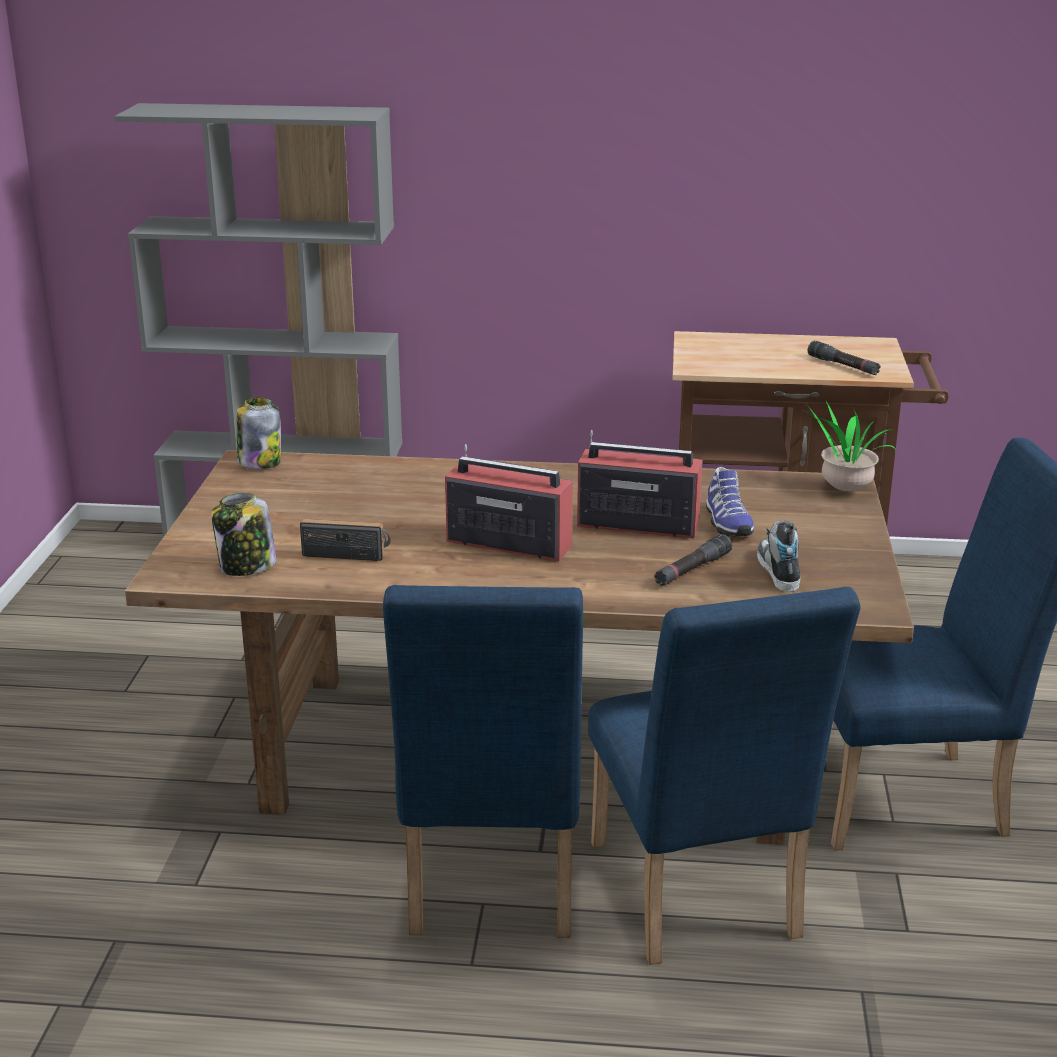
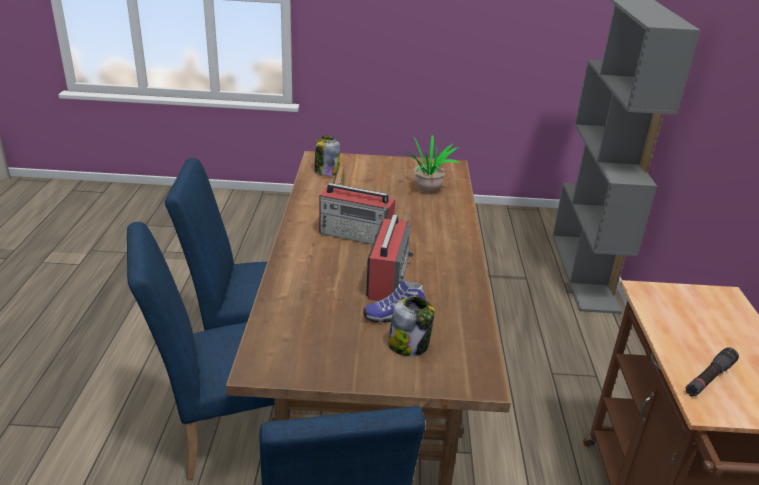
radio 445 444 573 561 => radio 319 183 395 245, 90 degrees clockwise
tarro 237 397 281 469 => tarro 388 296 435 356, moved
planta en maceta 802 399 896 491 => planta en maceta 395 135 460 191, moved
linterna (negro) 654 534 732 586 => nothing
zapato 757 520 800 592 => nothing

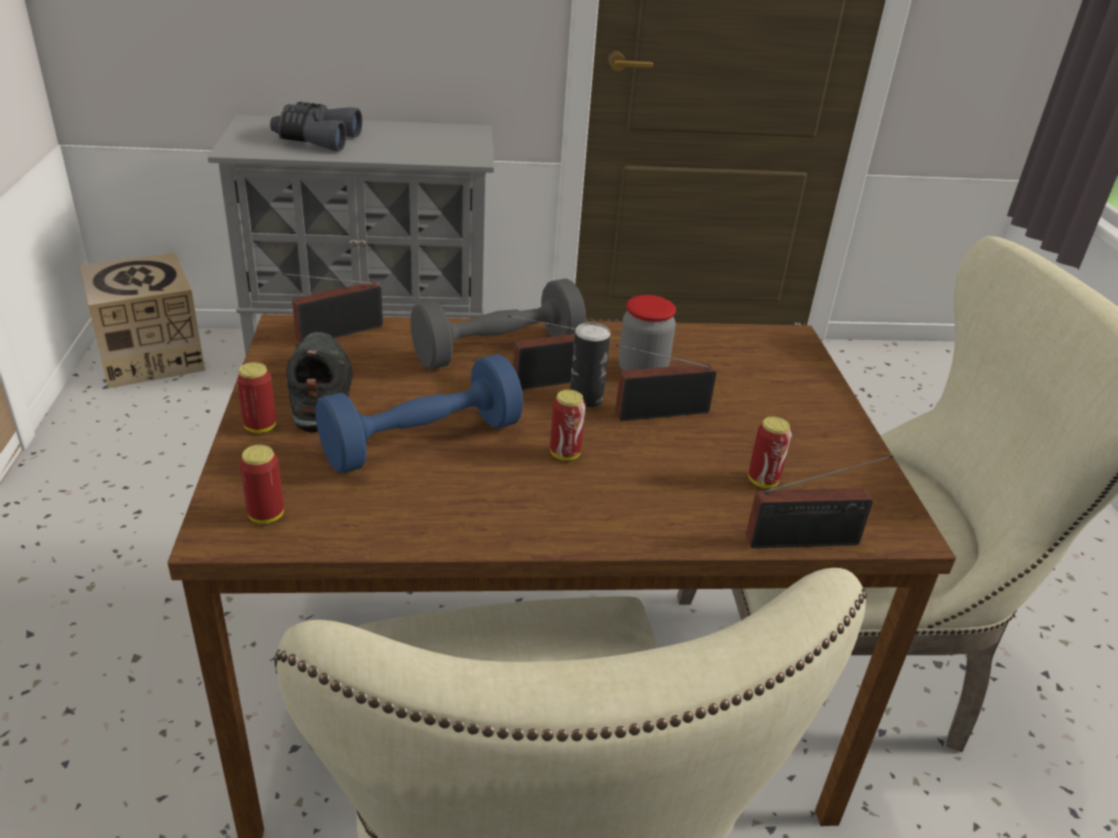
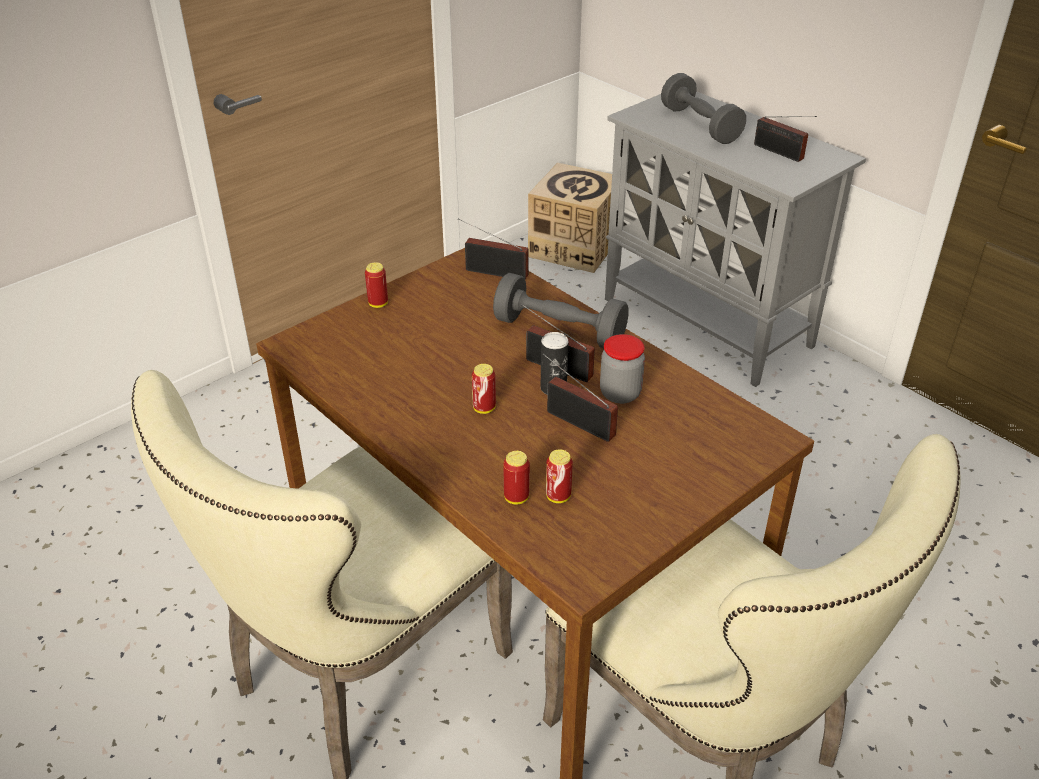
lata 240 445 284 524 => lata 503 451 530 504, moved
prismáticos (gris) 270 102 362 151 => mancuerna (gris) 661 73 746 144
radio 746 455 893 548 => radio 754 116 817 162, moved
zapato (negro) 286 332 353 432 => nothing
mancuerna (azul) 316 354 523 473 => nothing

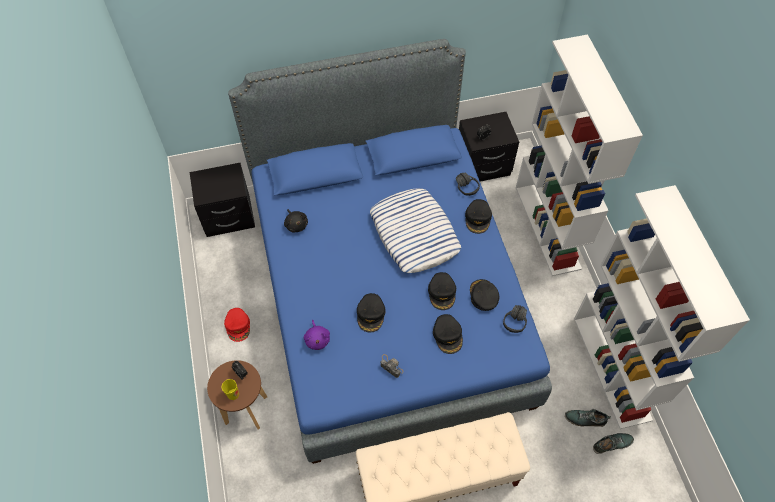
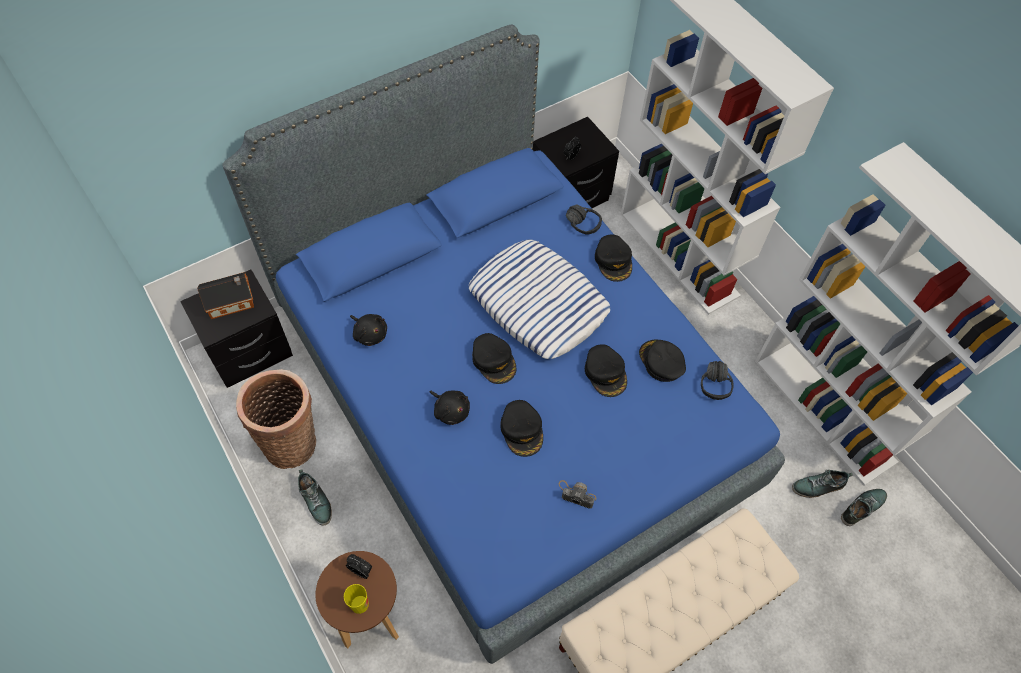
nothing => casita 197 272 254 319
nothing => cesta 236 369 316 469
gorra (rojo) 224 308 250 342 => zapato 298 469 332 526
nothing => peluche (negro) 429 390 470 425
gorra (negro) 433 314 463 354 => gorra (negro) 472 333 516 384, moved
peluche (morado) 304 320 330 350 => nothing

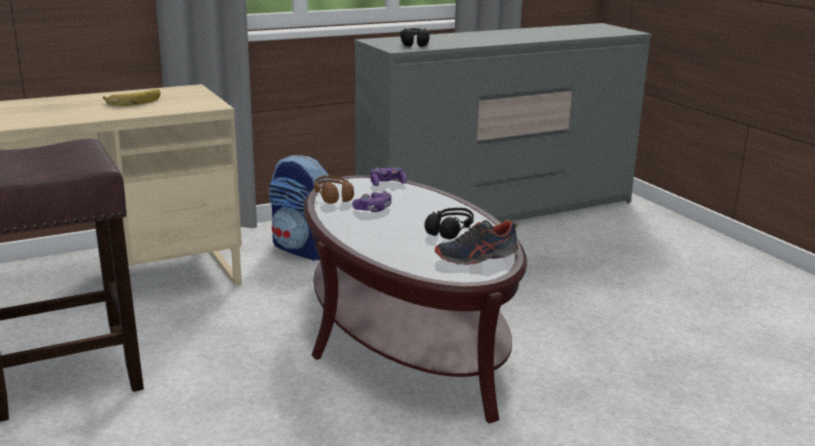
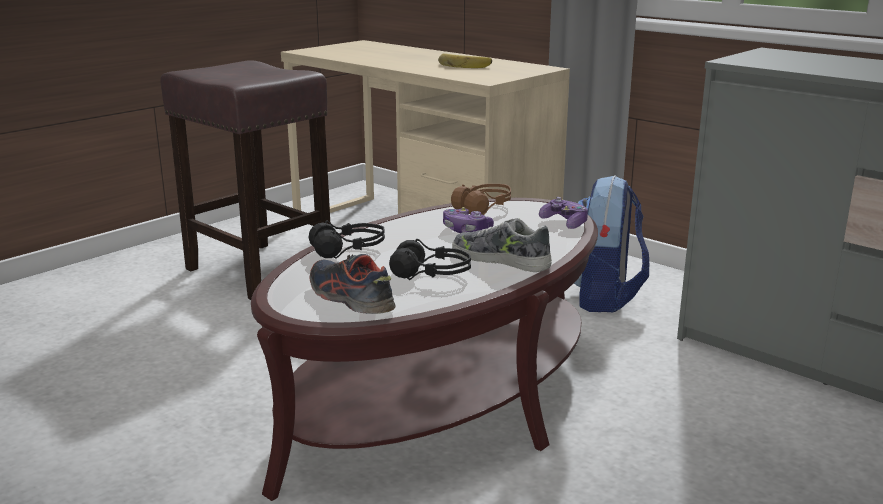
auriculares (negro) 401 28 430 47 => auriculares (negro) 309 220 385 258, moved
nothing => zapato 452 218 552 272

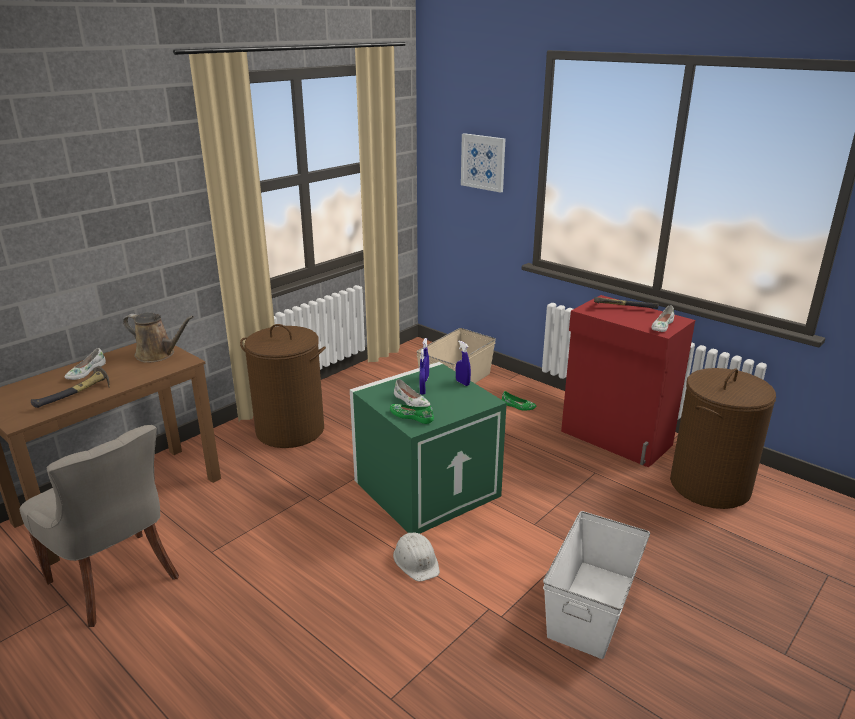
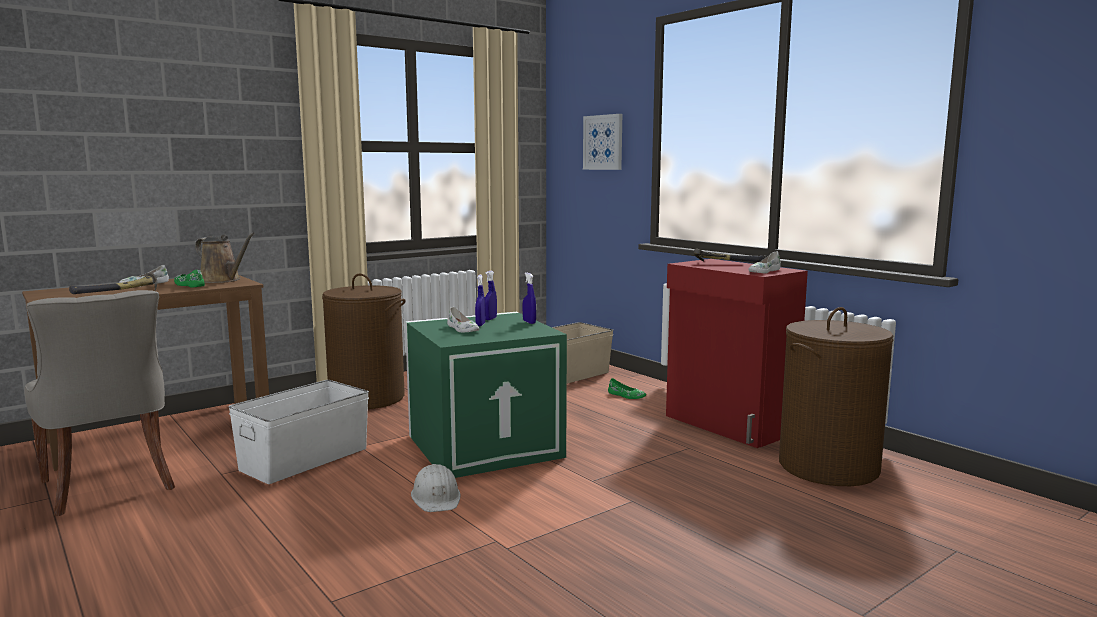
zapato (verde) 390 404 434 424 => zapato (verde) 174 270 205 288, moved
caja de almacenaje (blanco) 543 511 650 659 => caja de almacenaje (blanco) 228 380 369 484, moved

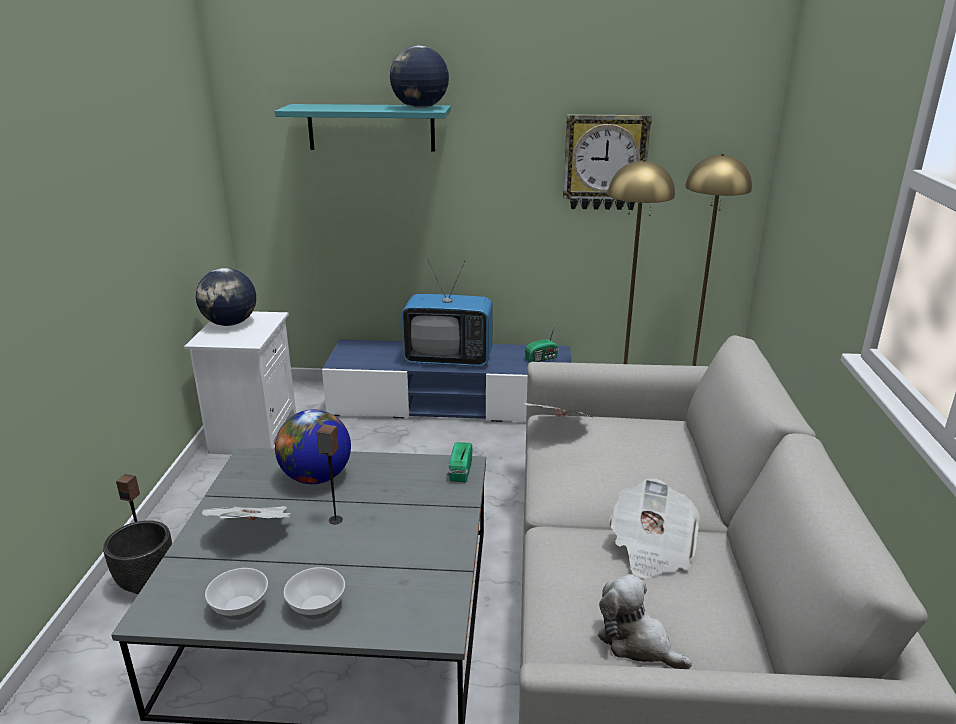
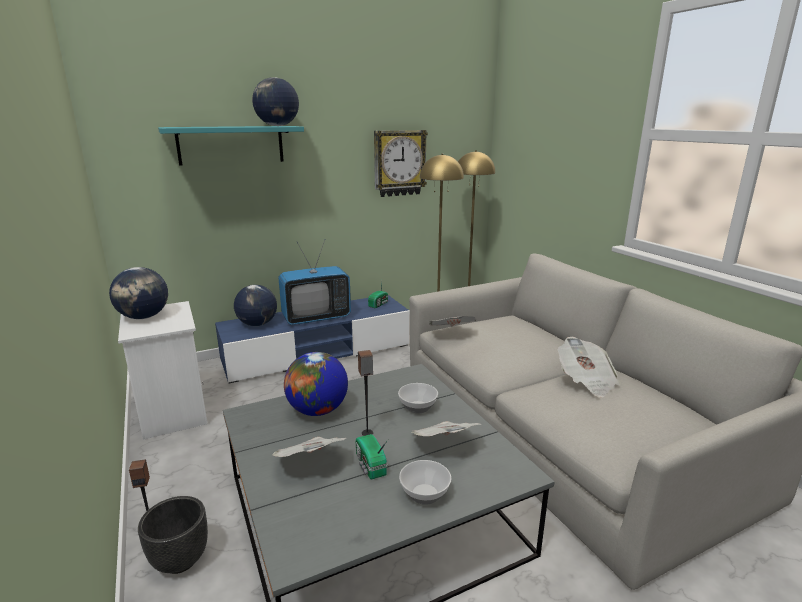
nothing => globo terráqueo 234 285 277 326
radio 447 442 472 482 => radio 356 434 388 479, moved
cuenco 205 568 268 620 => cuenco 398 383 438 413, moved
nothing => periódico 411 421 481 436
peluche 598 574 692 669 => nothing

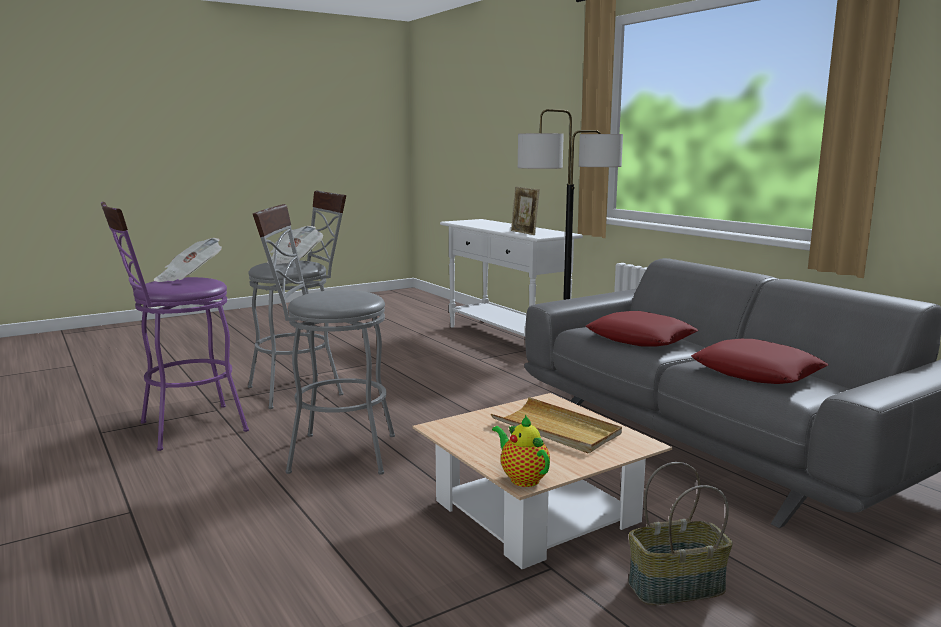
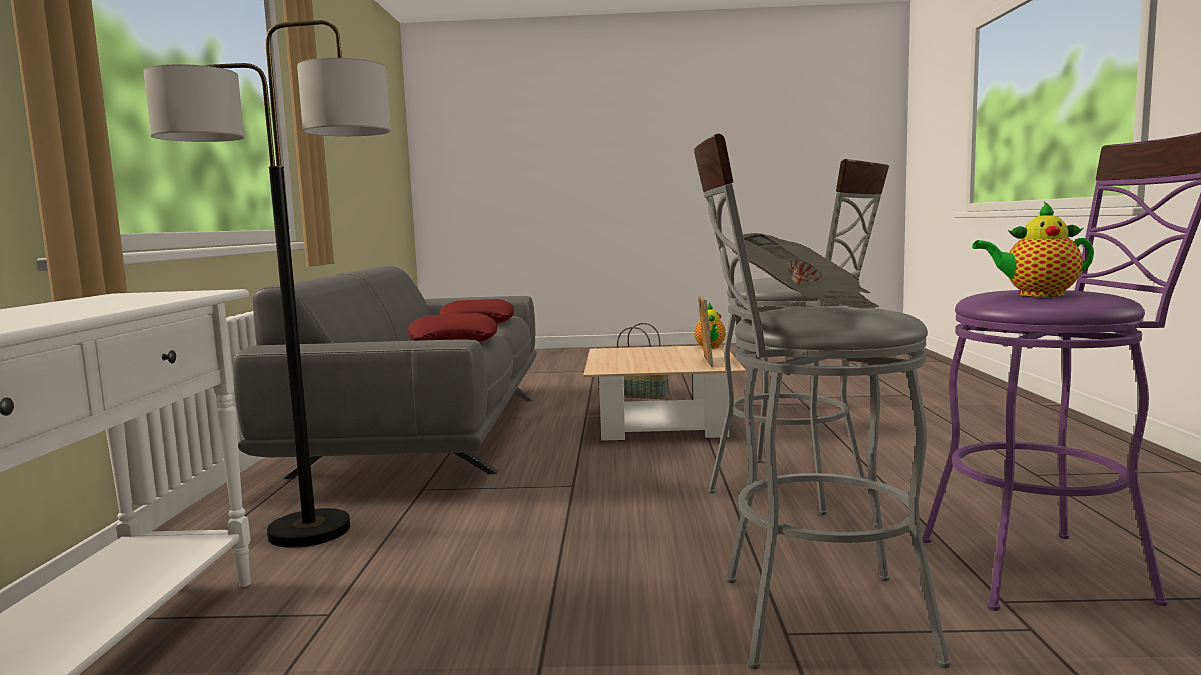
portarretratos 511 186 540 235 => portarretratos 698 296 714 367, moved
periódico 154 238 222 282 => tetera 972 202 1094 297
bandeja (beis) 491 397 622 453 => nothing

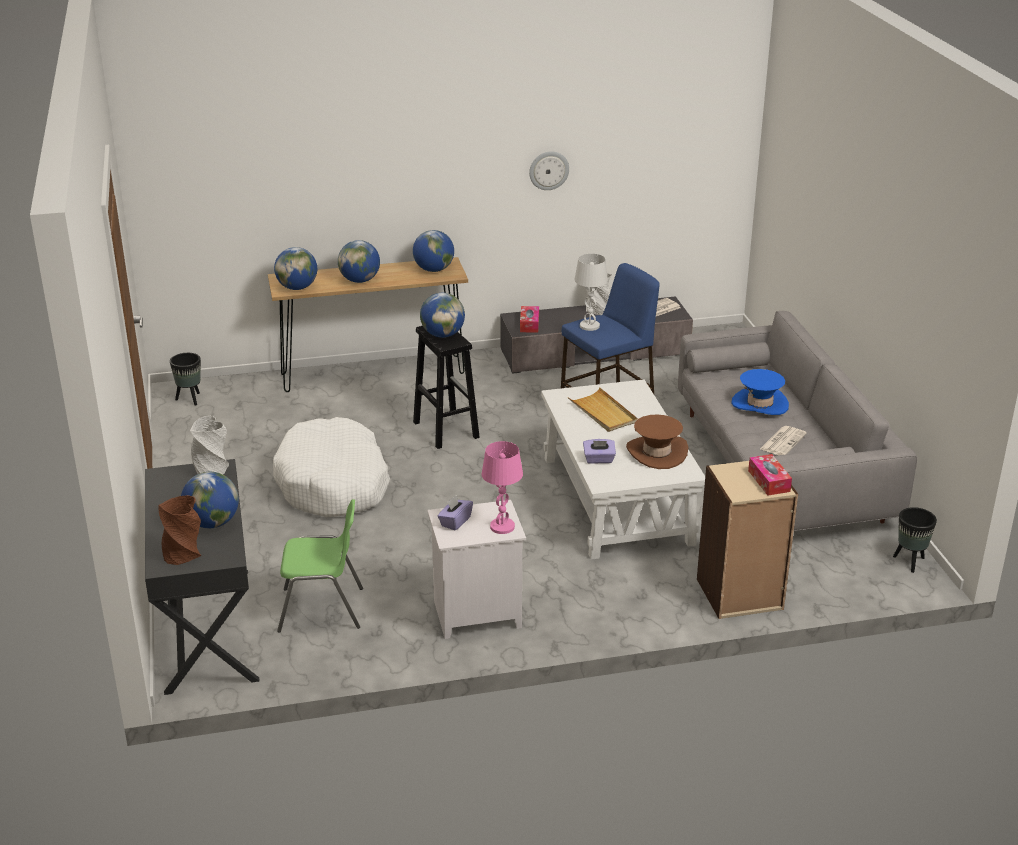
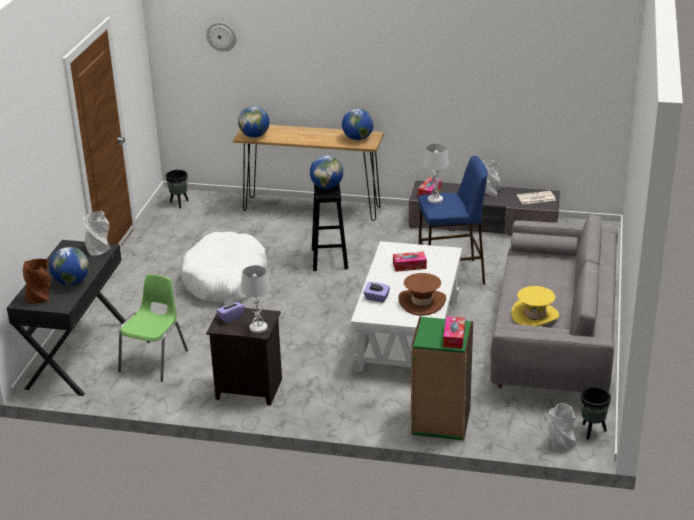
silla (verde) 277 499 363 632 => silla (verde) 118 274 188 382, 90 degrees counterclockwise
reloj de pared 529 151 569 190 => reloj de pared 206 22 236 51, moved
mesita de noche (blanco) 427 500 526 639 => mesita de noche (negro) 206 306 282 406
lámpara de mesa (rosa) 481 441 523 534 => lámpara de mesa (blanco) 241 265 271 333
bandeja (beis) 568 387 638 432 => caja de pañuelos 393 252 427 272
estantería (beis) 697 461 798 619 => estantería (verde) 411 316 473 441
periódico 760 426 807 455 => sombrero (amarillo) 511 286 559 326
nothing => florero (gris) 548 403 576 452
globo terráqueo 338 240 380 283 => nothing
sombrero (azul) 731 369 789 415 => nothing

